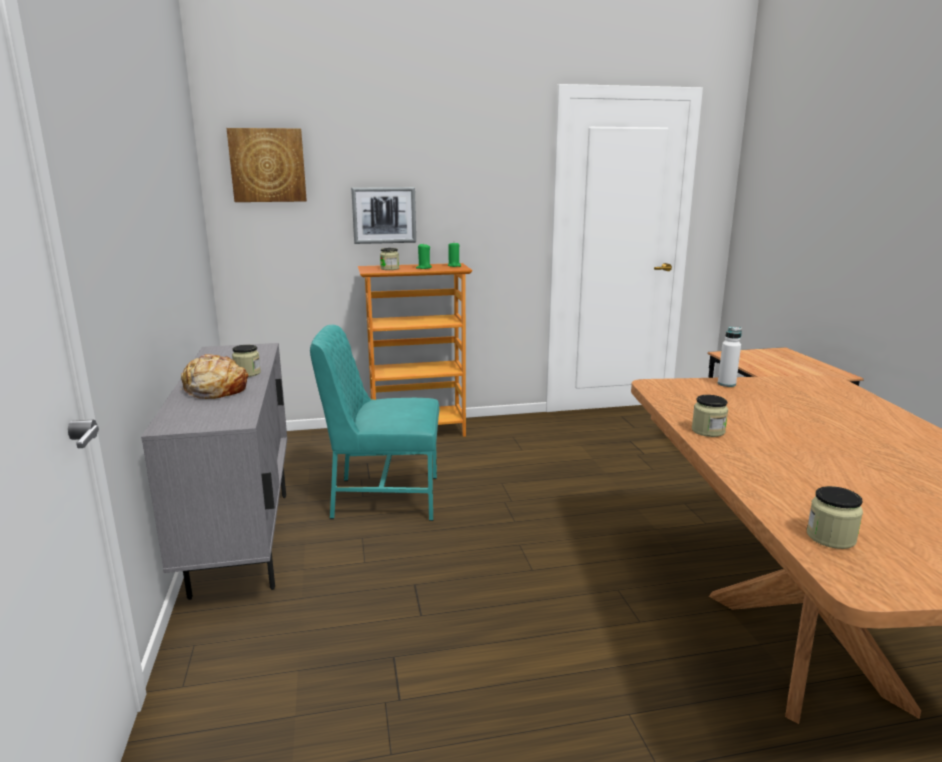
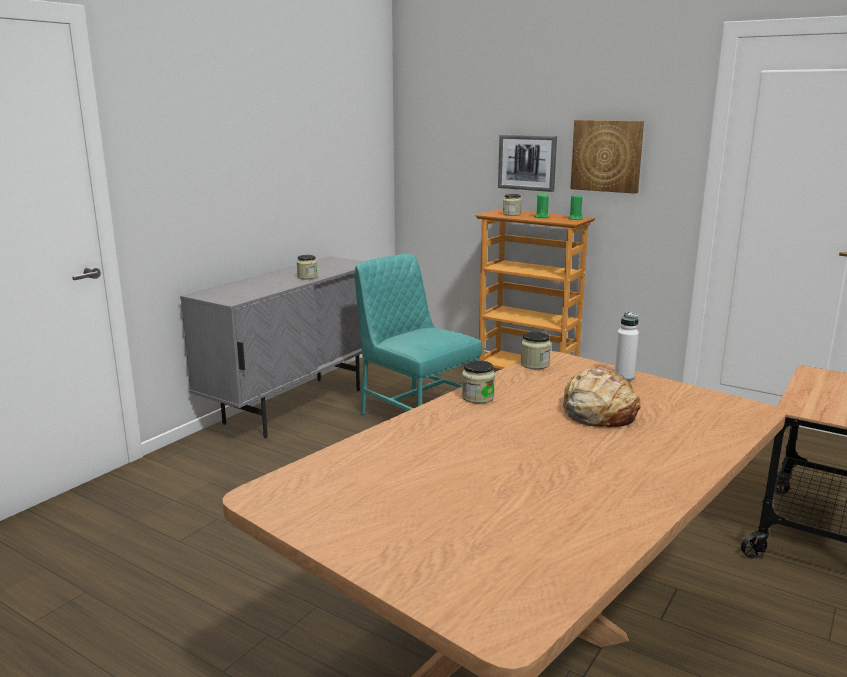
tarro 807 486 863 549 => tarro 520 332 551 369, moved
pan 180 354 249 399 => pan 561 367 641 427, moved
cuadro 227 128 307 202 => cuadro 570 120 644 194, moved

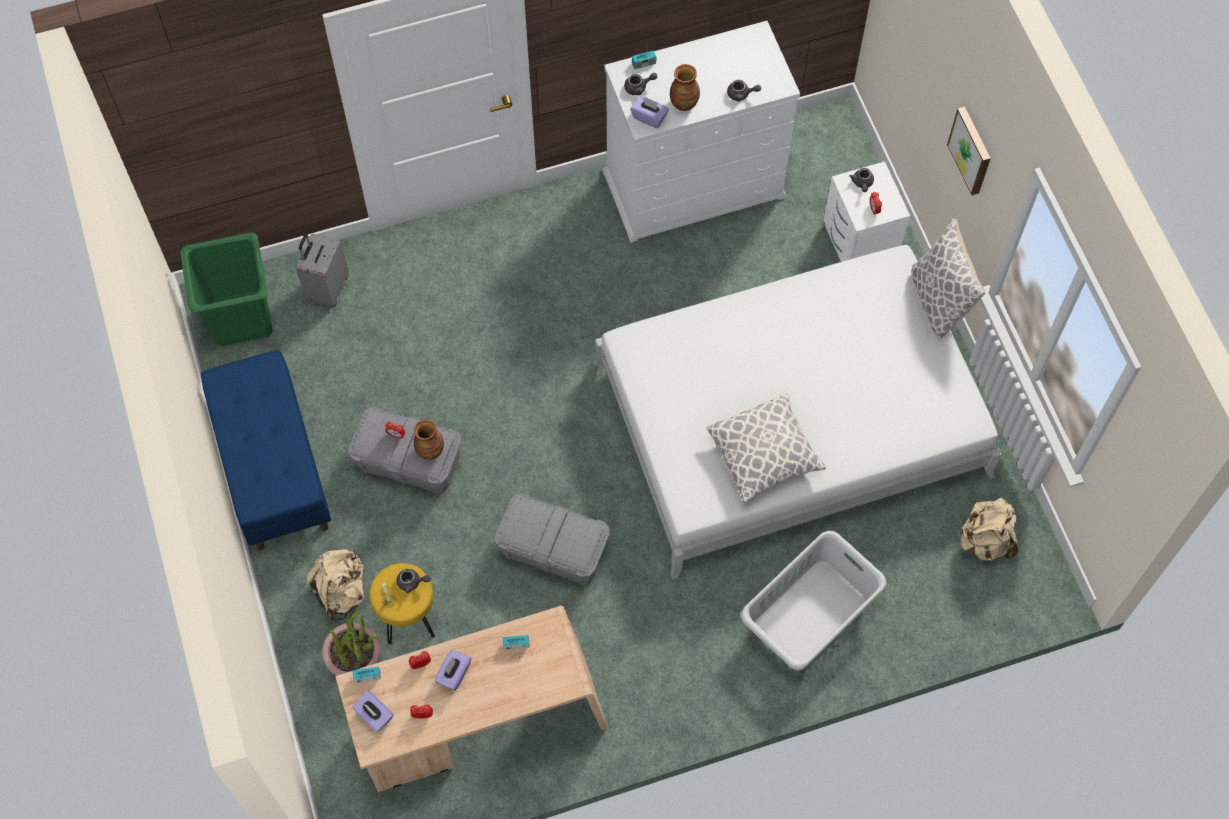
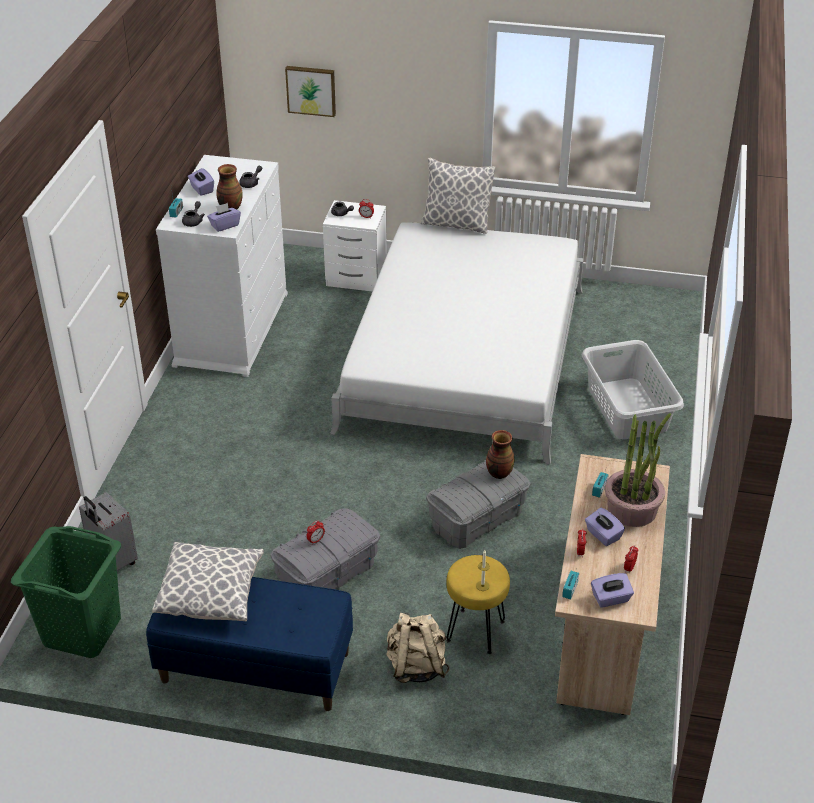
cojín 707 393 826 503 => cojín 152 542 264 621, moved
nothing => caja de pañuelos (morado) 188 168 214 196
cuadro 947 107 991 195 => cuadro 285 66 336 117, moved
florero 414 419 444 460 => florero 486 430 514 479, moved
planta en maceta 322 609 381 676 => planta en maceta 605 413 671 527, moved
tetera (gris) 397 569 431 593 => nothing
mochila (beis) 958 497 1018 561 => nothing

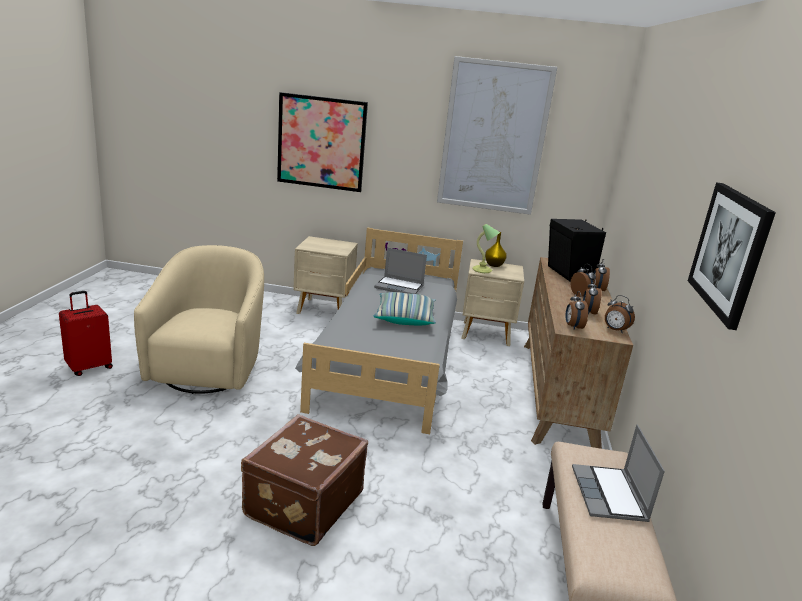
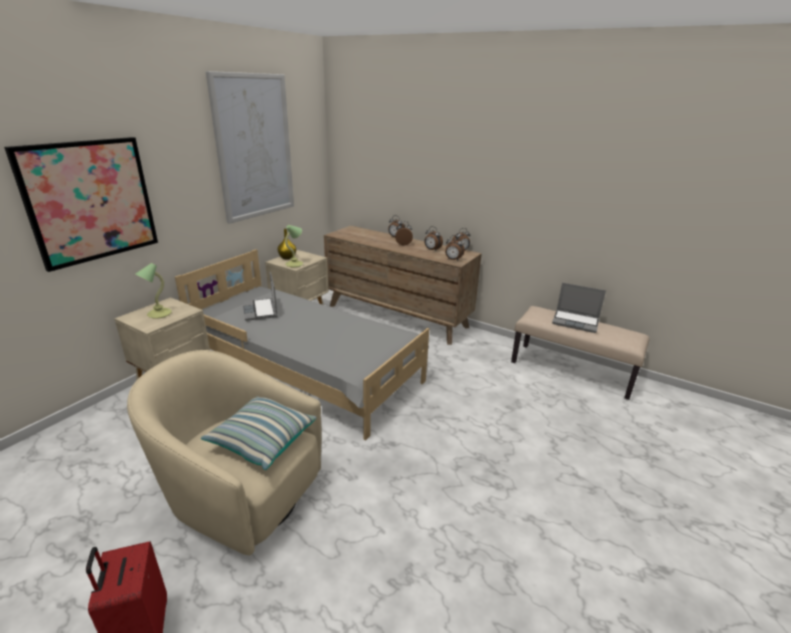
nothing => lámpara de mesa 135 263 172 319
cojín 374 292 436 325 => cojín 201 396 316 470, moved
portátil 374 247 427 294 => portátil 243 272 278 321, 120 degrees clockwise
maleta (marrón) 241 414 368 546 => nothing
altavoz (negro) 548 219 606 282 => nothing
cuadro 688 182 776 330 => nothing

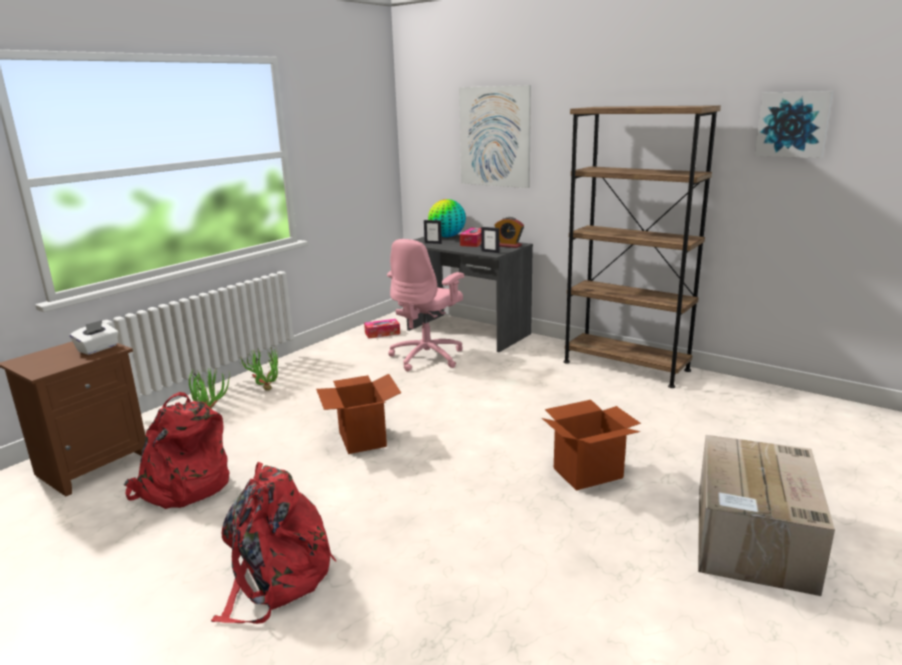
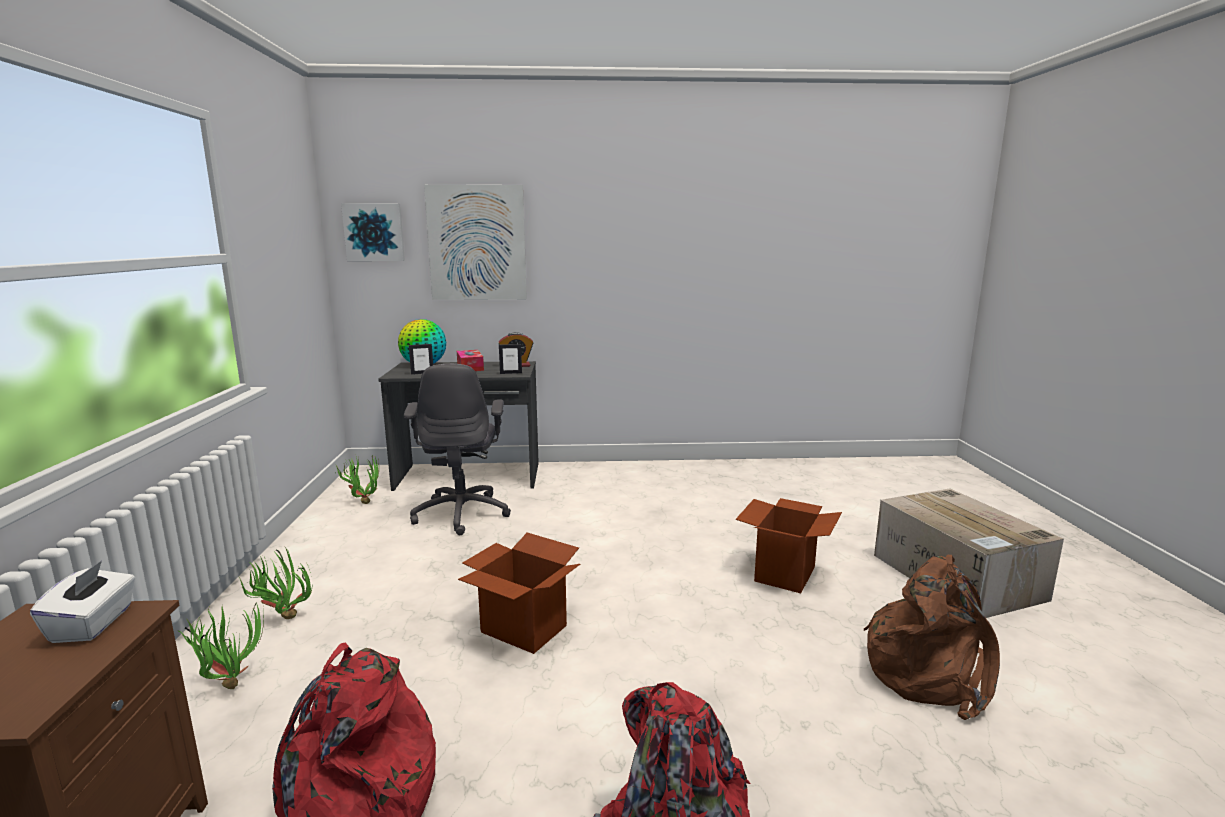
caja de pañuelos 364 319 400 339 => planta en maceta 335 455 379 504
cuadro 755 91 833 158 => cuadro 341 203 405 261, moved
silla de oficina (rosa) 387 239 464 371 => silla de oficina (gris) 404 364 511 535
nothing => mochila (marrón) 864 555 1000 720
estantería (marrón) 564 105 721 388 => nothing

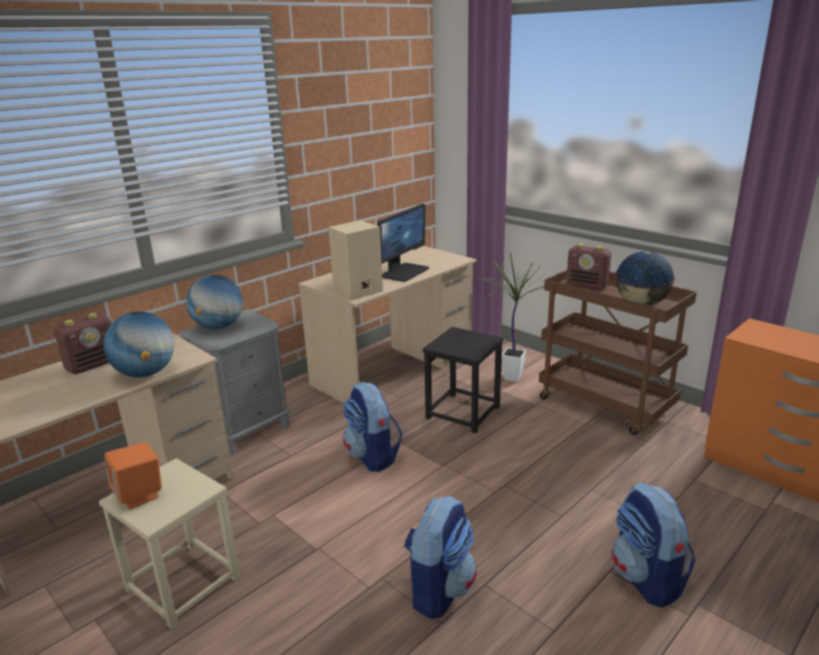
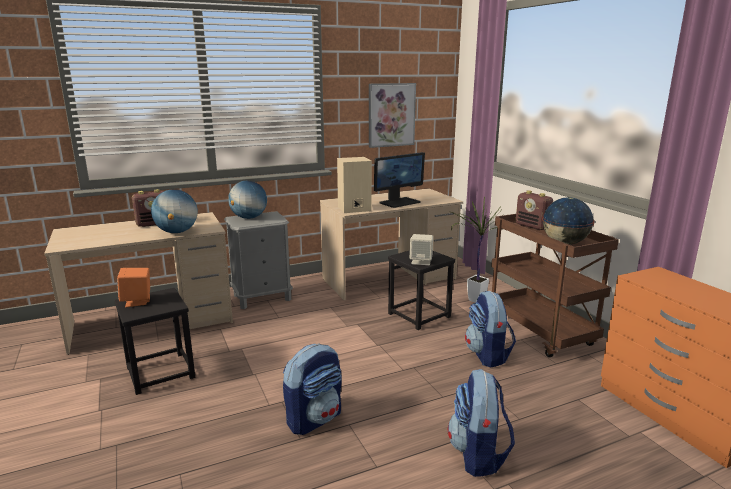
taburete (beis) 99 458 240 629 => taburete (negro) 114 288 195 395
nothing => cuadro 369 83 416 148
nothing => altavoz (beis) 410 234 433 265
mochila 343 382 402 472 => mochila 465 291 516 368, moved

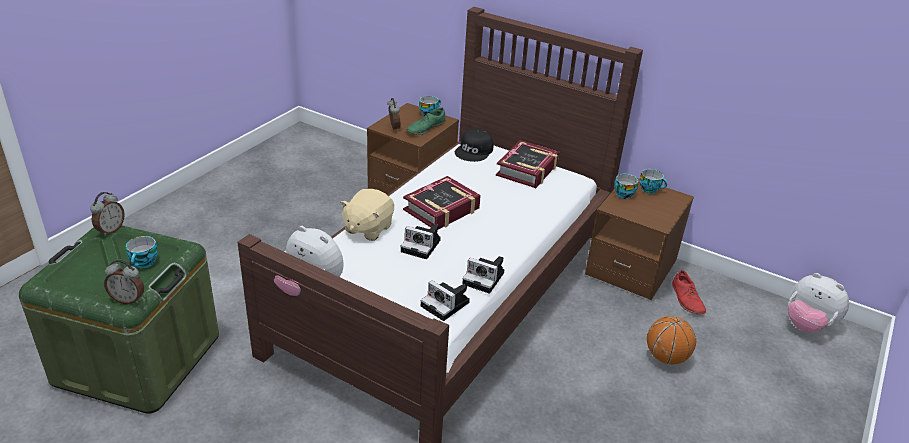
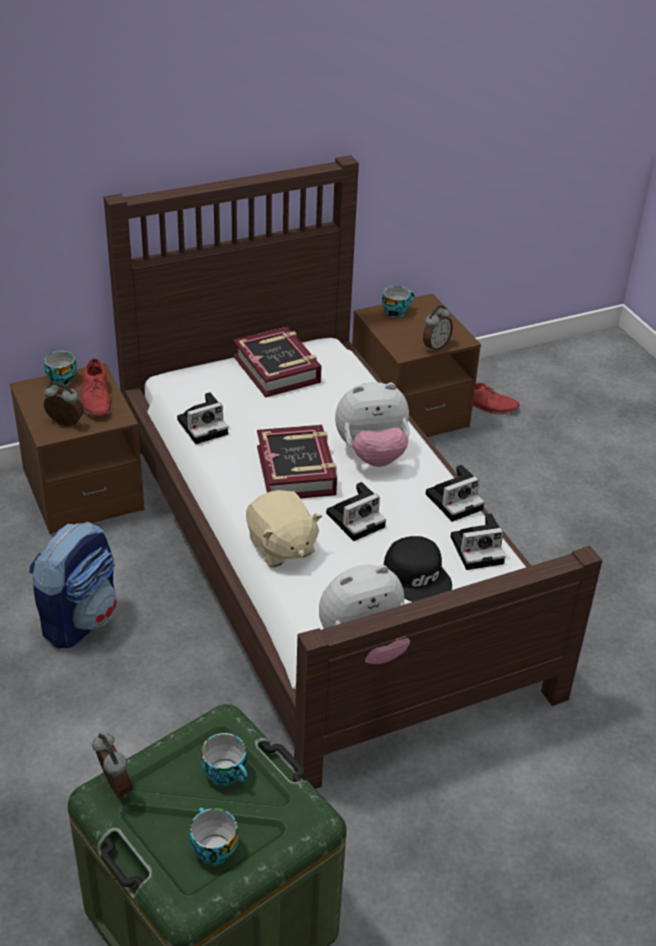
nothing => mochila 29 522 116 649
zapato (verde) 406 108 446 135 => zapato (rojo) 81 358 112 416
nothing => cámara 177 392 228 444
taza 614 174 639 199 => taza 189 808 239 865, moved
peluche 788 273 849 332 => peluche 335 382 410 467, moved
gorra (negro) 455 128 494 162 => gorra (negro) 384 536 452 602, moved
despertador 104 259 144 304 => despertador 423 305 453 352, moved
balón de baloncesto 647 316 696 364 => nothing

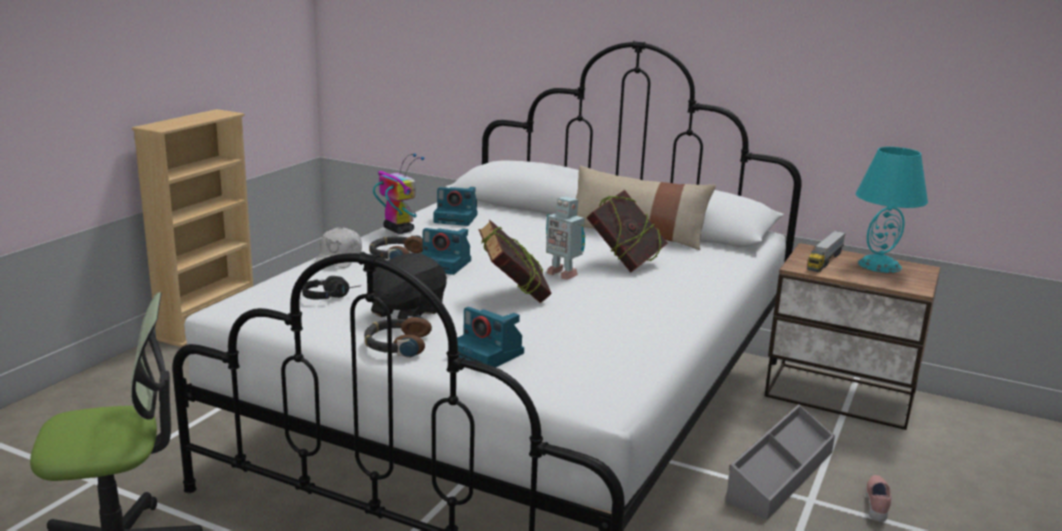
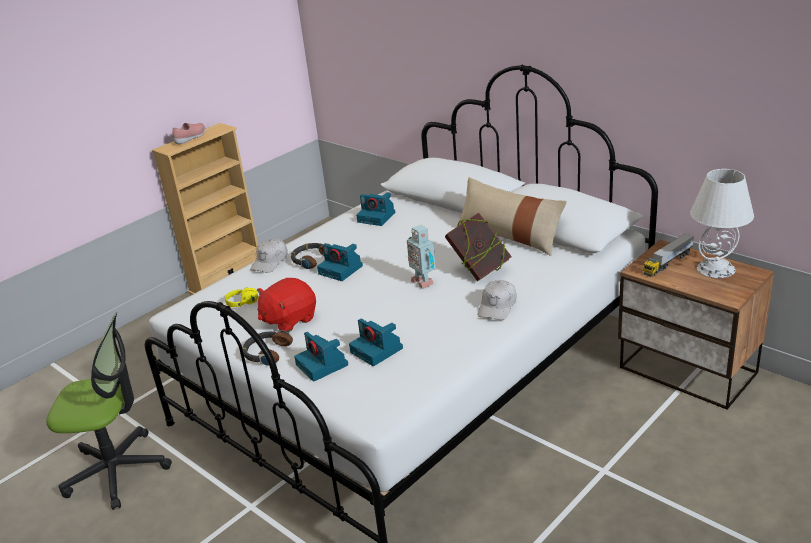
zapato (rosa) 866 475 891 522 => zapato (rosa) 172 123 205 144, moved
auriculares (negro) 302 276 360 300 => auriculares (amarillo) 225 287 258 307
peluche (negro) 371 253 447 319 => peluche (rojo) 257 278 316 332
nothing => cámara 349 318 403 366
nothing => gorra (blanco) 477 280 517 320
lámpara de mesa (turquesa) 856 147 928 273 => lámpara de mesa (blanco) 690 169 754 278
robot de juguete 373 153 424 234 => nothing
libro 478 220 552 303 => nothing
caja de almacenaje (gris) 726 404 835 520 => nothing

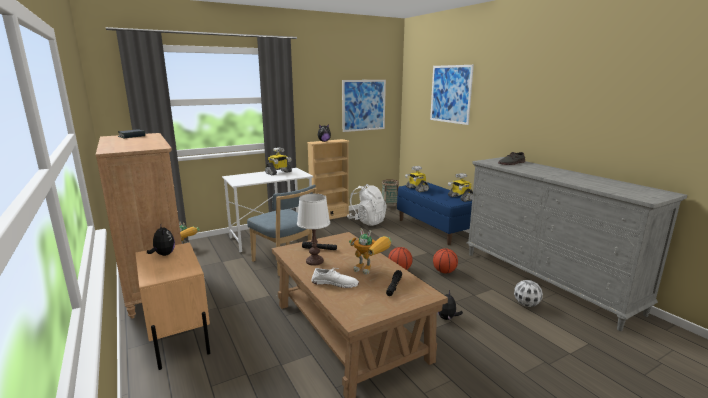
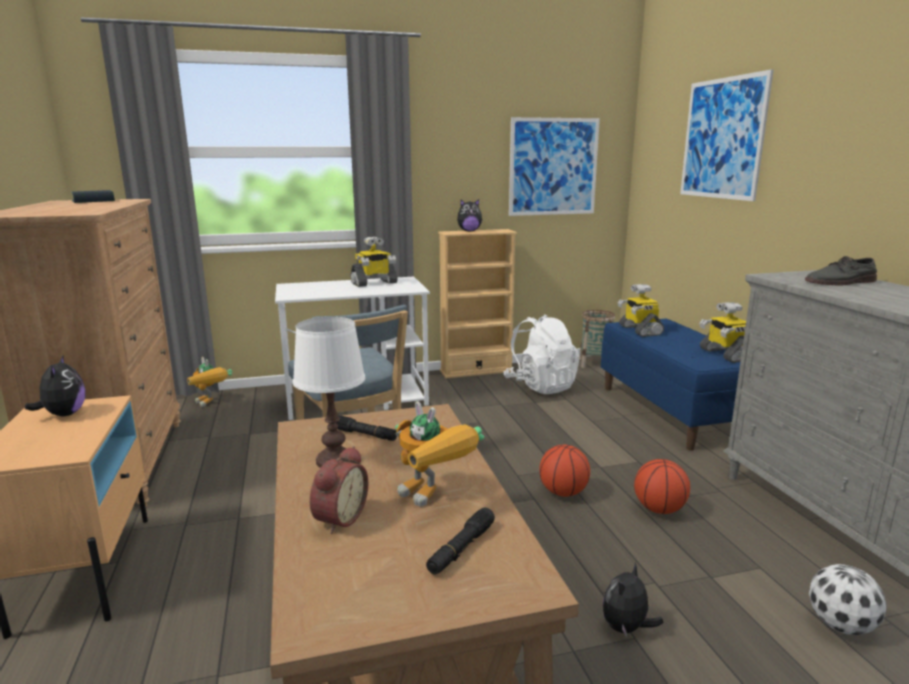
zapato (blanco) 311 268 359 288 => despertador 310 446 368 534

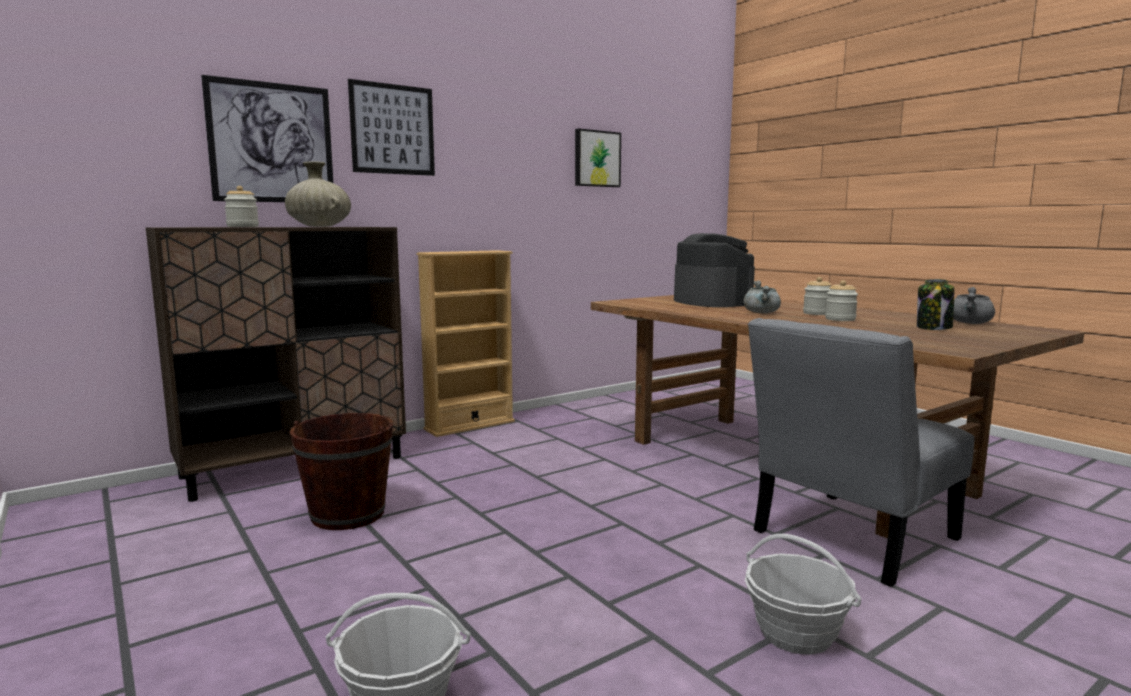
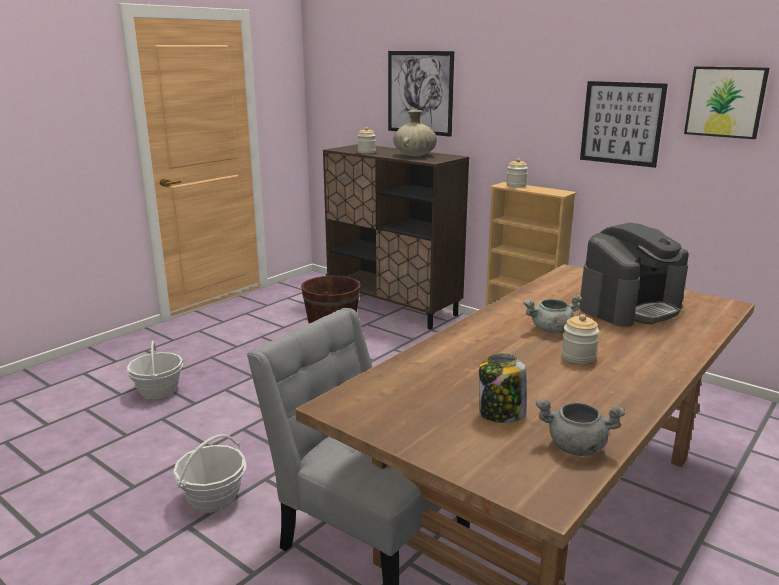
tarro 825 280 858 321 => tarro 506 158 528 188, moved
cuadro 348 79 435 176 => cuadro 580 81 668 168, moved

